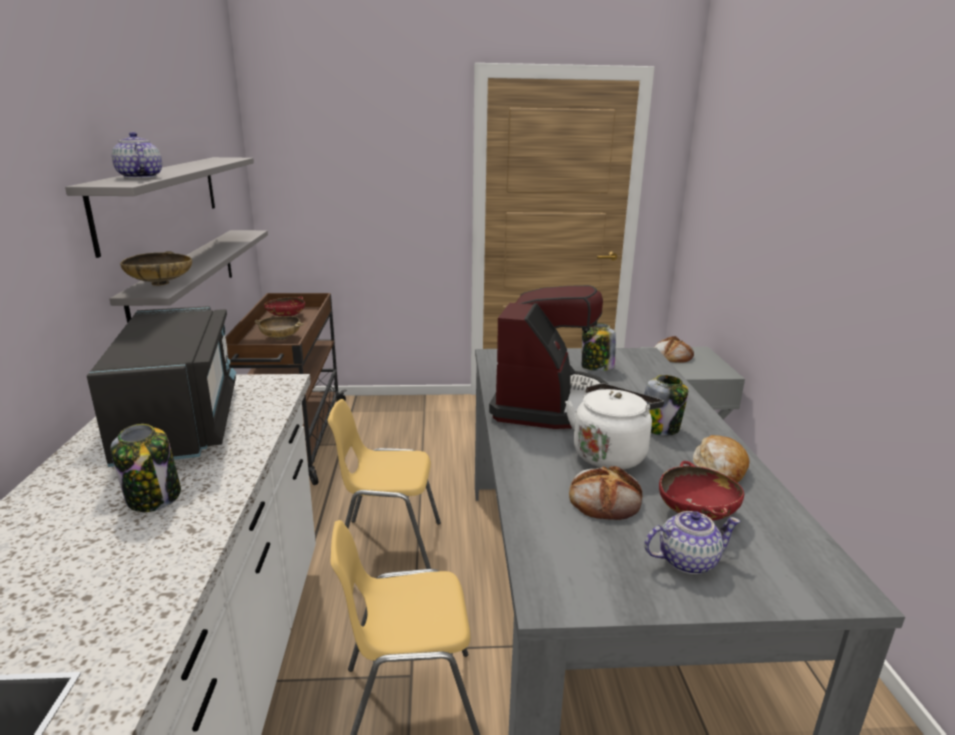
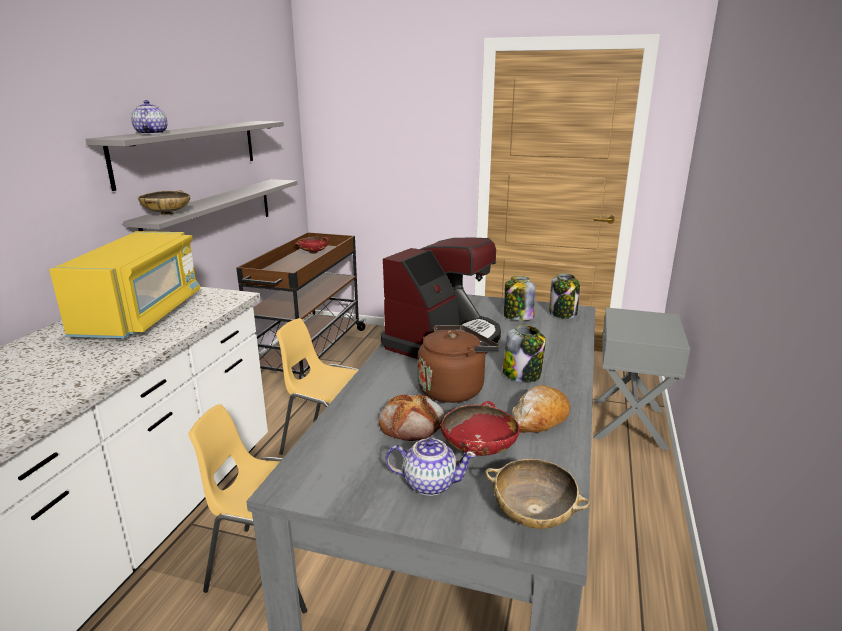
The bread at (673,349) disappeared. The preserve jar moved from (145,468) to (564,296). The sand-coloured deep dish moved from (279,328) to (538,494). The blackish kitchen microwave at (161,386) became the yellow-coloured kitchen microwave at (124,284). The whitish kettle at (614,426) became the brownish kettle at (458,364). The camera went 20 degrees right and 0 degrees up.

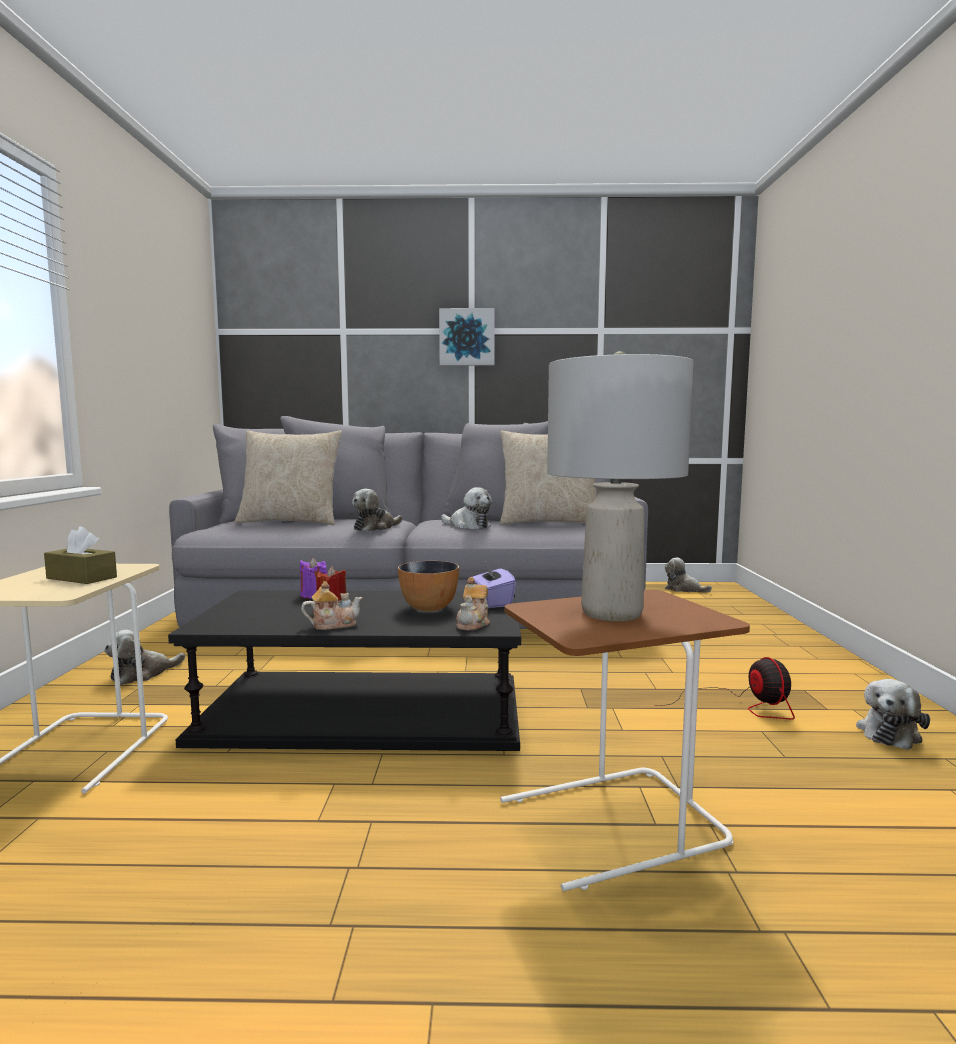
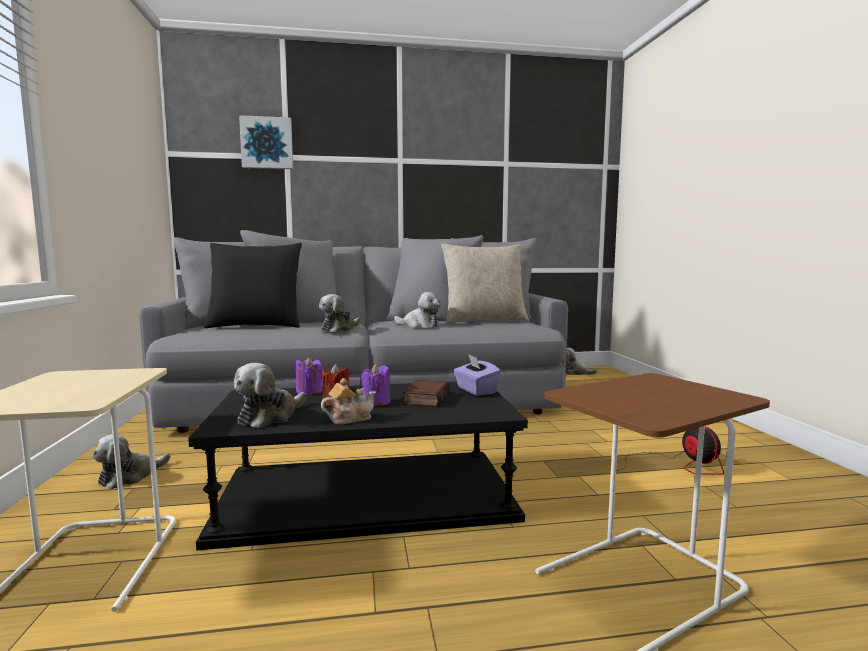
The brownish tissue box at (80,555) disappeared. The teapot at (473,604) disappeared. The grey lamp for a table at (620,486) disappeared. The purplish wax candle at (375,385) appeared. The picture moved from (467,337) to (266,142). The plush toy moved from (893,714) to (270,395). The deep dish at (428,586) was replaced by the book at (426,393). The sand-coloured pillow at (288,477) became the blackish pillow at (253,285). The camera went 10 degrees left and 0 degrees up.

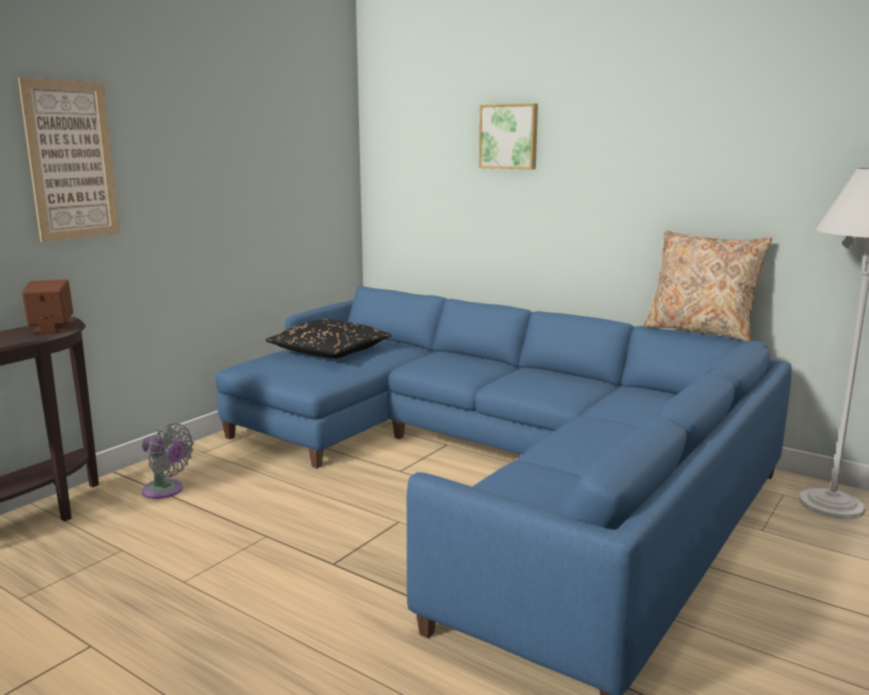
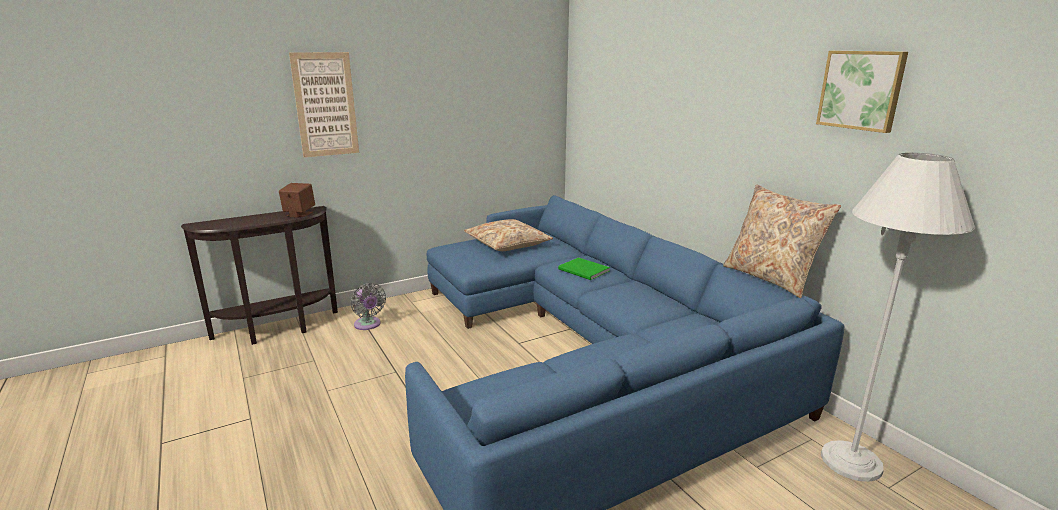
The greenish book at (584,268) appeared. The picture moved from (508,136) to (862,92). The blackish pillow at (328,338) became the sand-coloured pillow at (508,235). The camera went 25 degrees right and 5 degrees up.

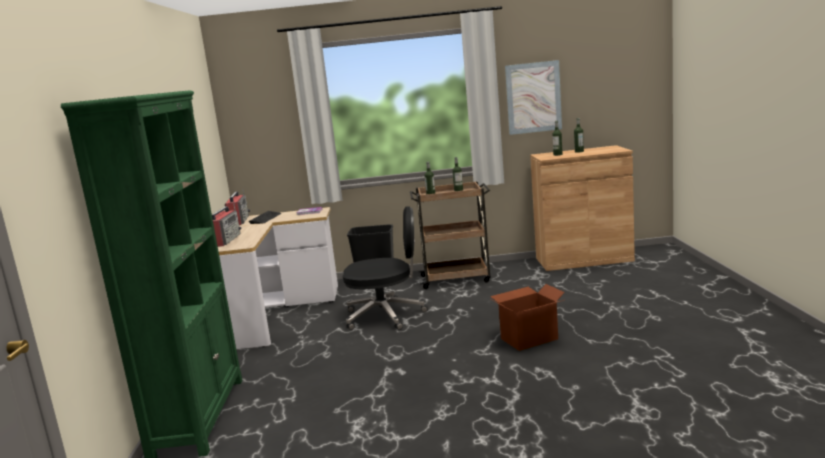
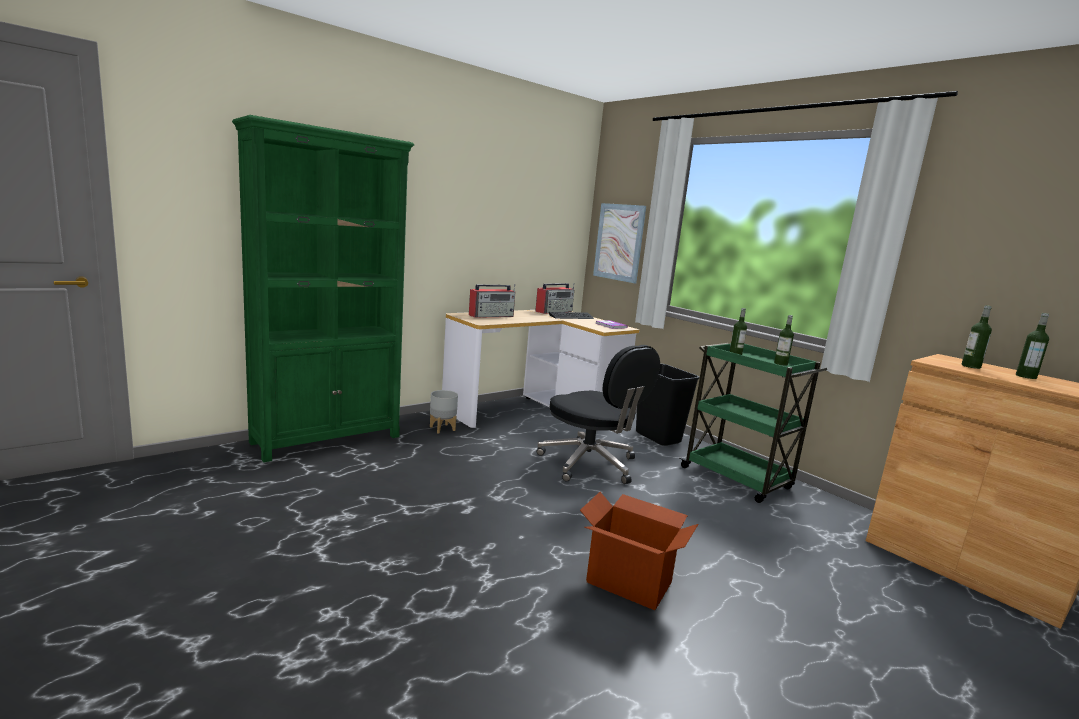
The grey flower pot at (444,412) appeared. The picture moved from (533,97) to (619,243). The brownish wheeled cart at (450,235) became the greenish wheeled cart at (753,423). The camera went 50 degrees right and 0 degrees up.

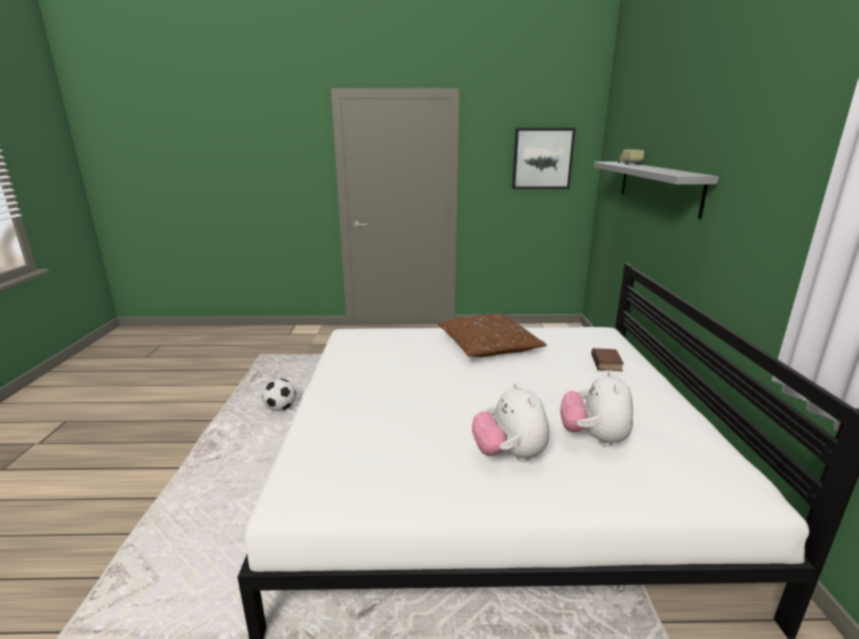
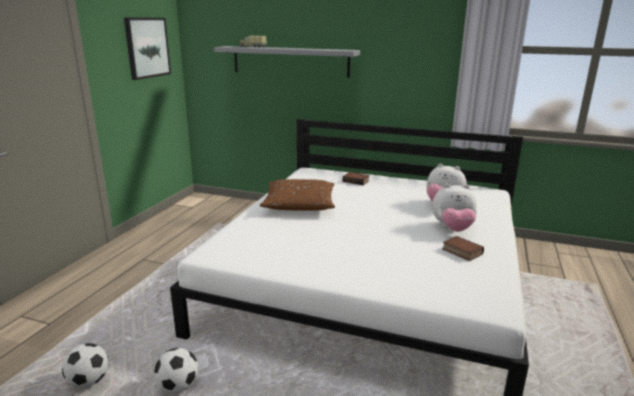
The football ball at (85,365) appeared. The book at (463,248) appeared. The camera went 70 degrees left and 0 degrees up.

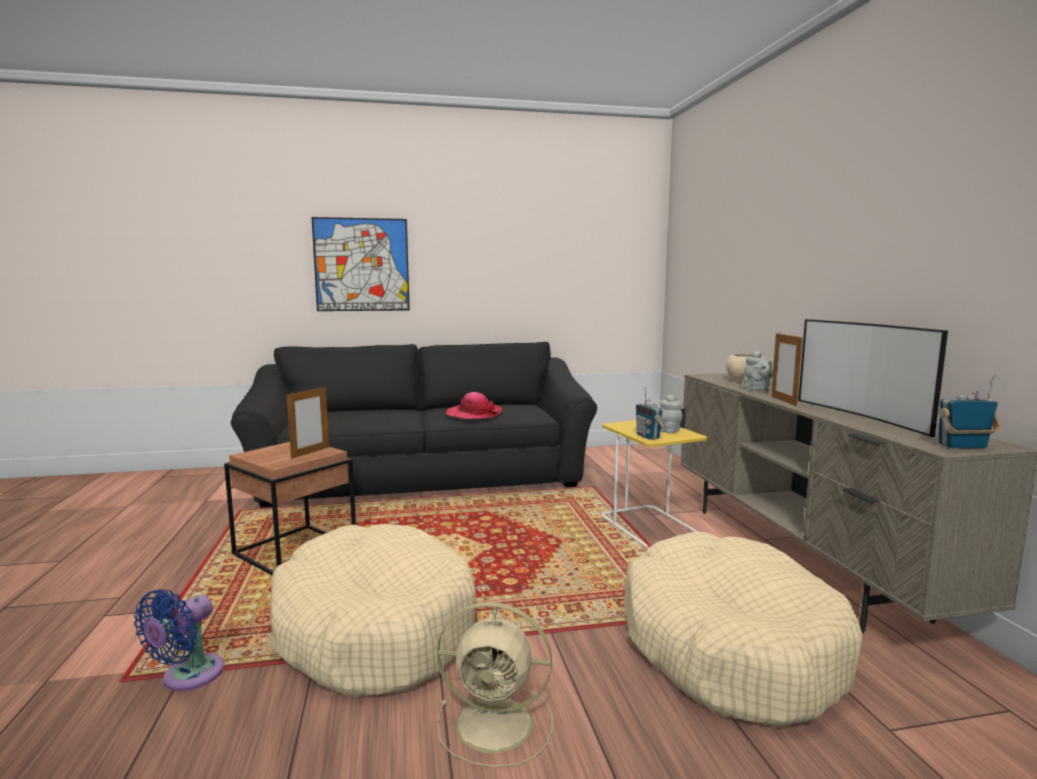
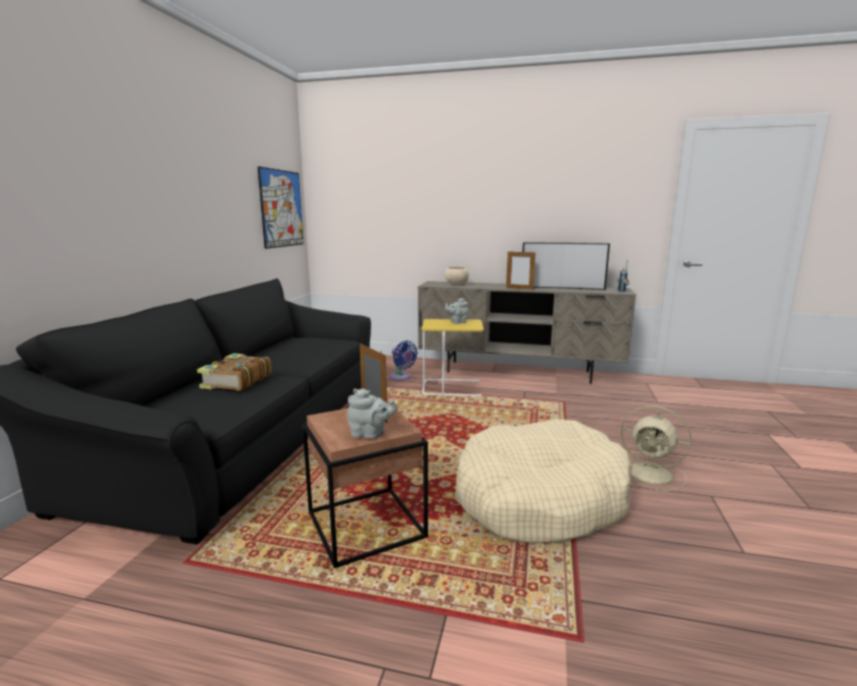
The hat at (474,405) disappeared. The sand-coloured dog bed at (743,630) disappeared. The radio receiver at (650,413) disappeared. The book at (234,372) appeared. The blue-coloured fan moved from (179,640) to (403,360). The picture moved from (361,264) to (280,207). The grey teapot moved from (758,371) to (372,414). The sand-coloured fan at (495,685) turned 90 degrees clockwise. The camera went 65 degrees left and 5 degrees up.

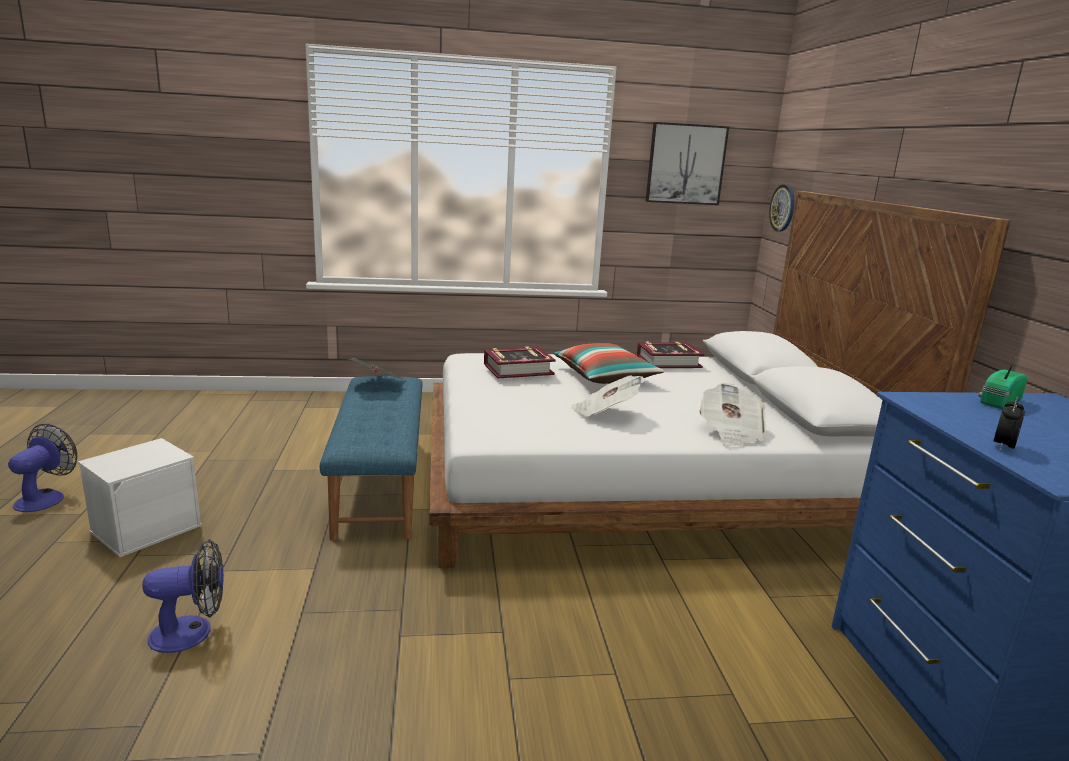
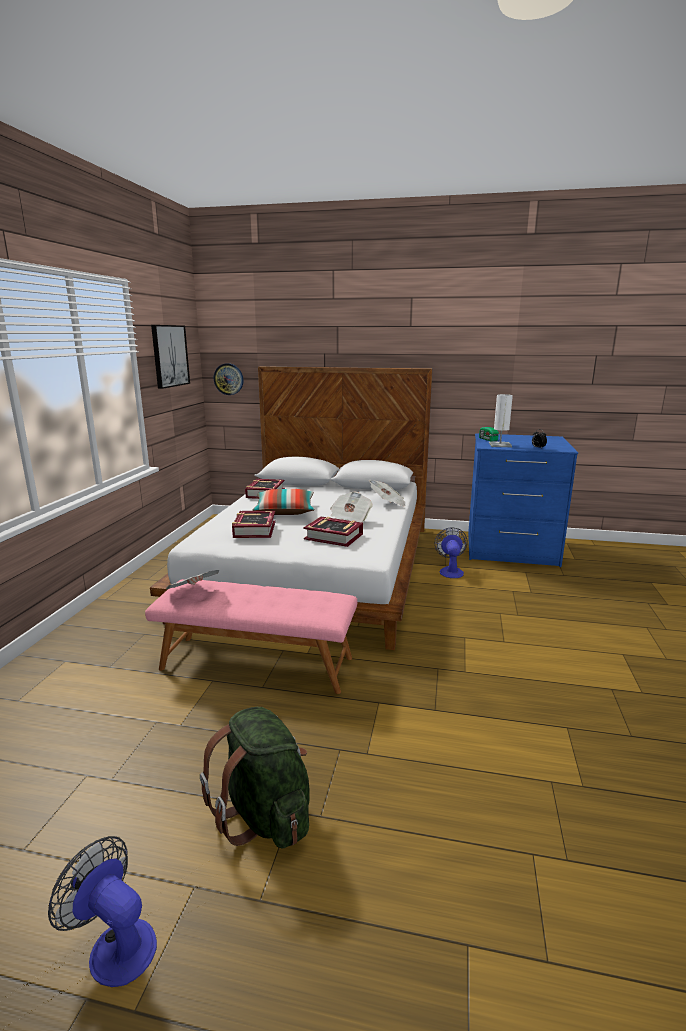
The book at (333,532) appeared. The whitish lamp for a table at (501,420) appeared. The fan moved from (183,596) to (451,552). The whitish storage bin at (140,497) was replaced by the greenish rucksack at (255,778). The blue-coloured bench at (371,458) became the pinkish bench at (251,636). The camera went 70 degrees left and 0 degrees up.

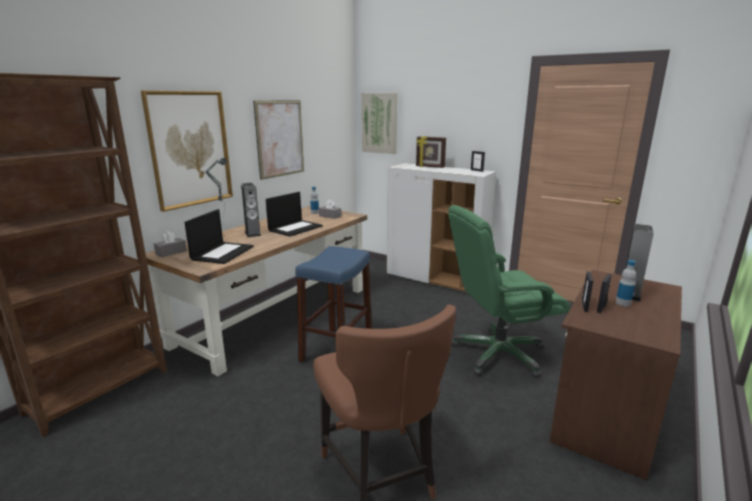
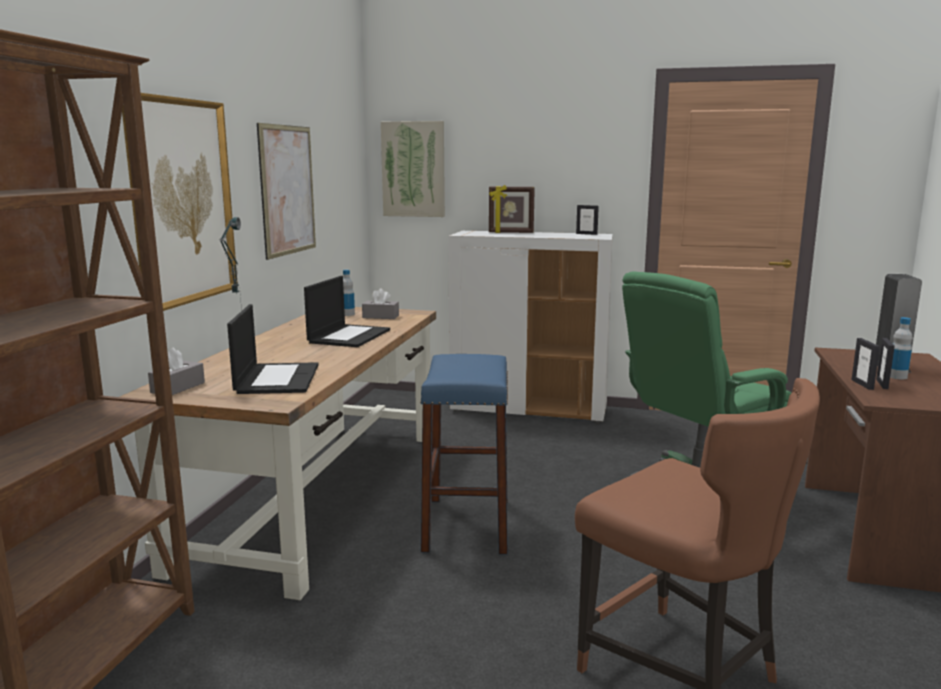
The audio speaker at (251,210) disappeared. The camera went 20 degrees left and 5 degrees down.

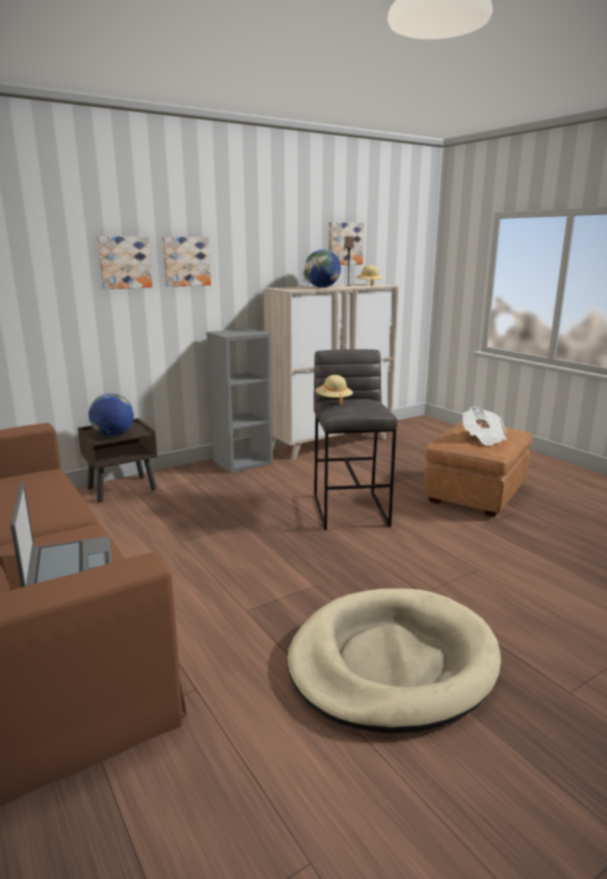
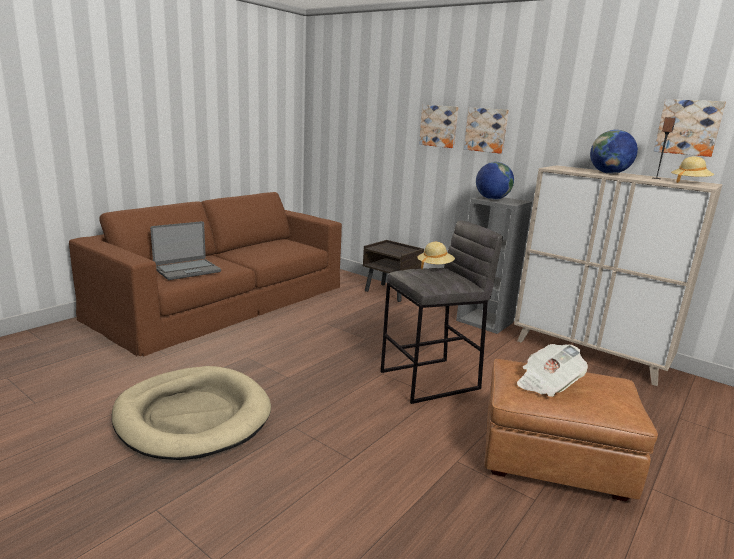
The desk globe moved from (111,414) to (495,181). The camera went 70 degrees right and 0 degrees up.

